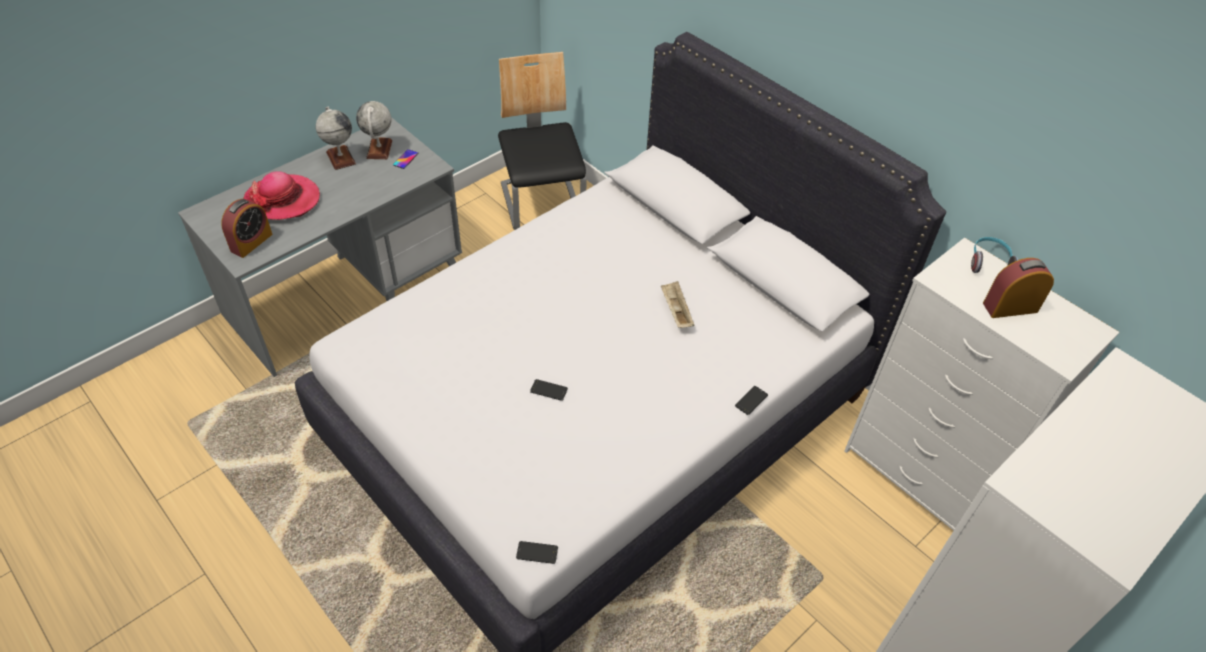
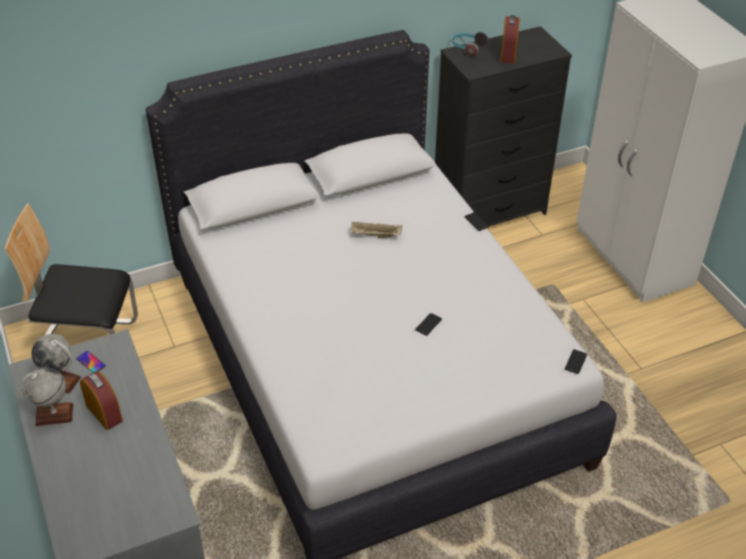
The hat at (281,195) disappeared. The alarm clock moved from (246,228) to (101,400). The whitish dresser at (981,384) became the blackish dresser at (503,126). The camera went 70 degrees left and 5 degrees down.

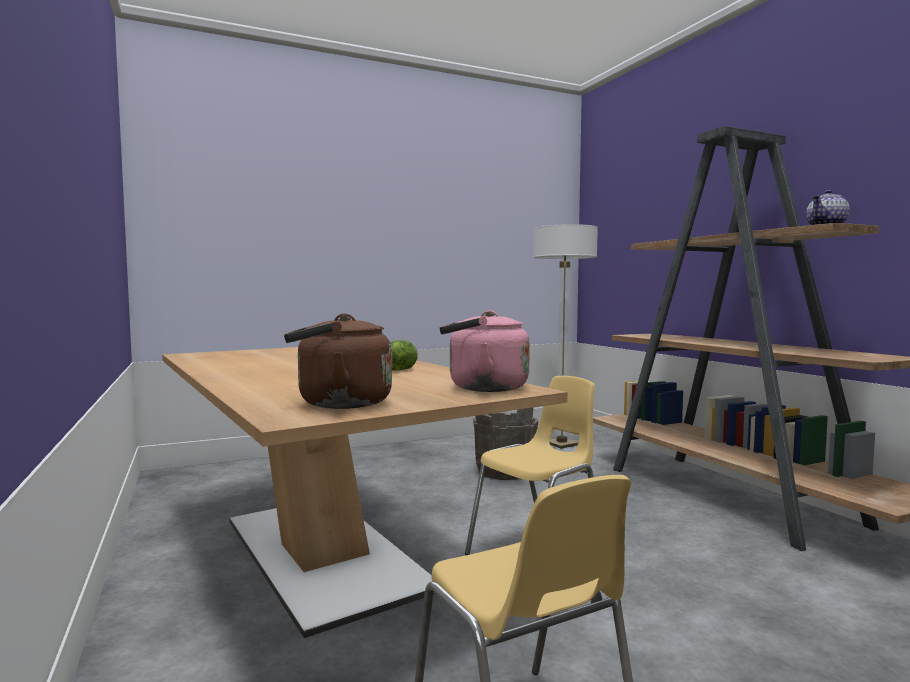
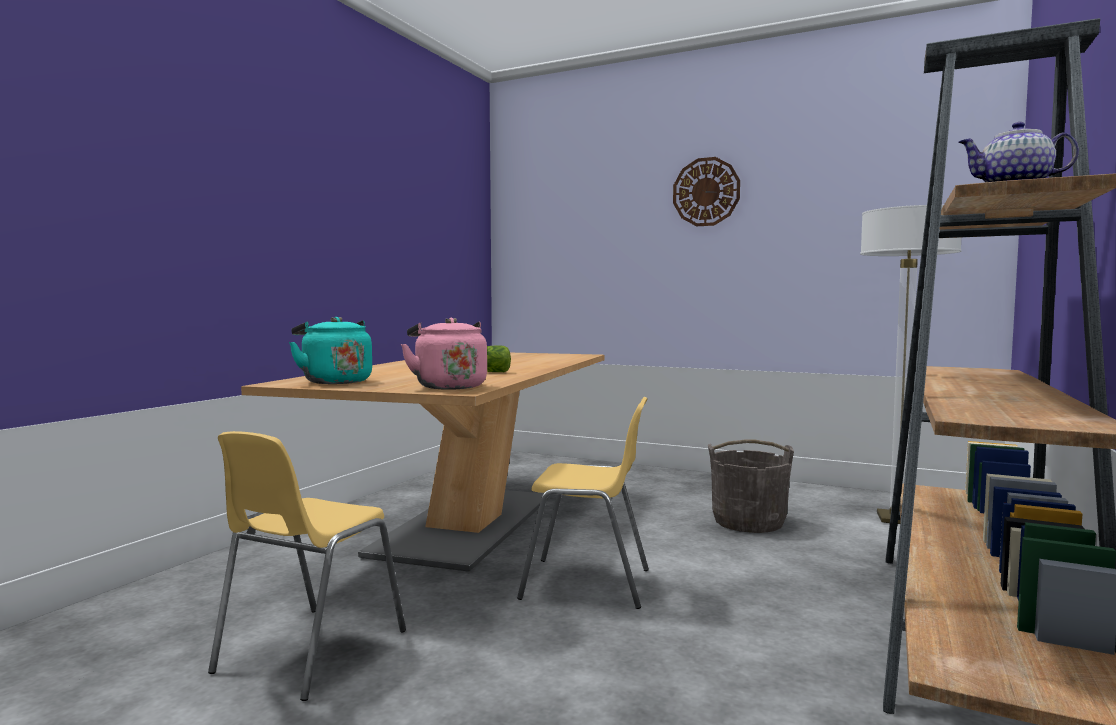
The wall clock at (706,191) appeared. The brownish kettle at (338,361) became the turquoise-coloured kettle at (330,350). The camera went 50 degrees right and 0 degrees up.

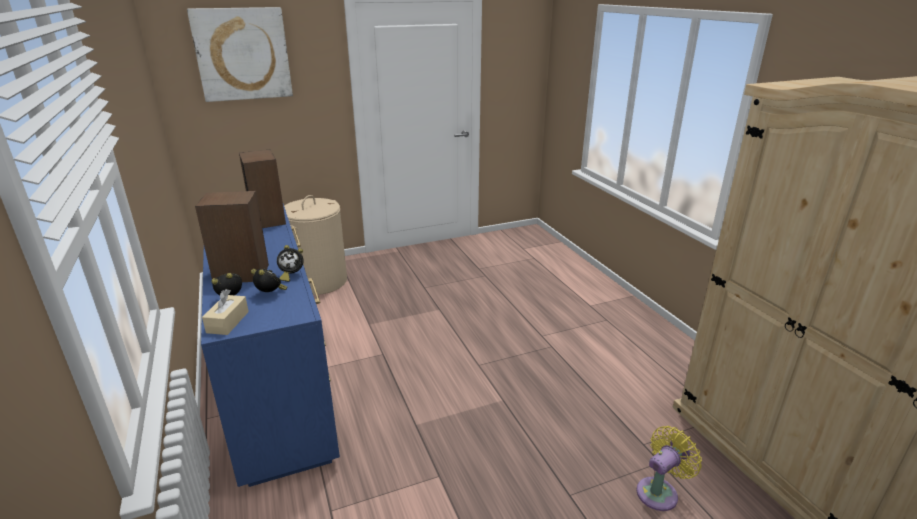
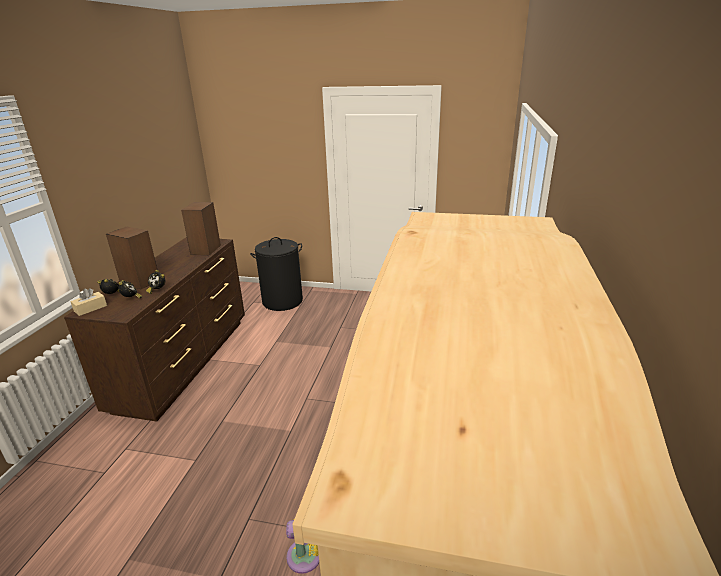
The picture at (240,54) disappeared. The blue-coloured dresser at (270,345) became the brownish dresser at (154,329). The sand-coloured hamper at (315,245) became the blackish hamper at (276,274). The camera went 35 degrees right and 0 degrees up.

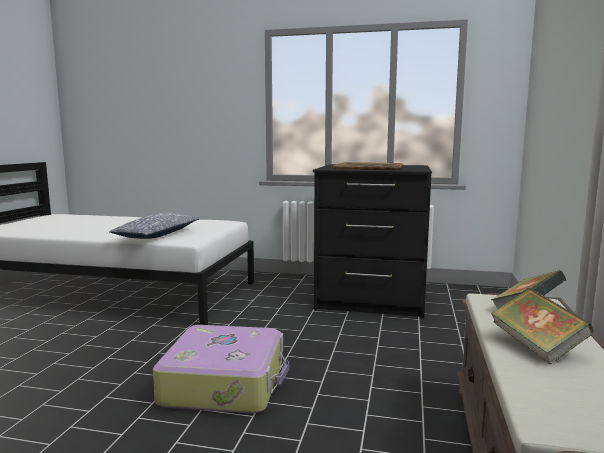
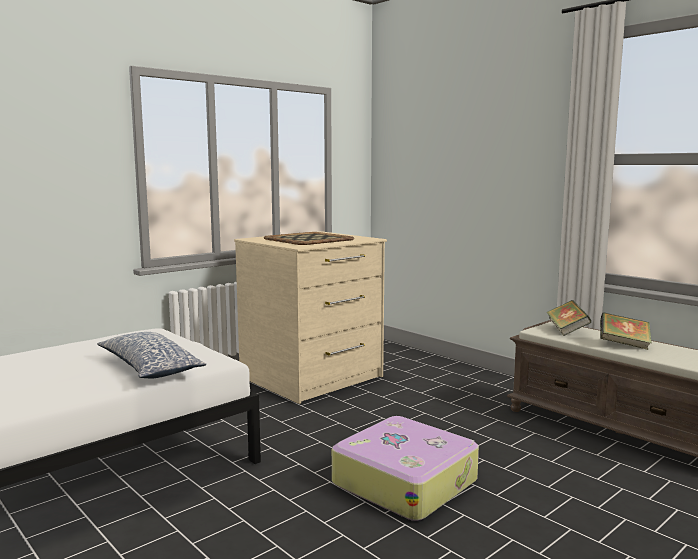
The blackish dresser at (372,241) became the sand-coloured dresser at (310,317). The camera went 55 degrees left and 0 degrees up.

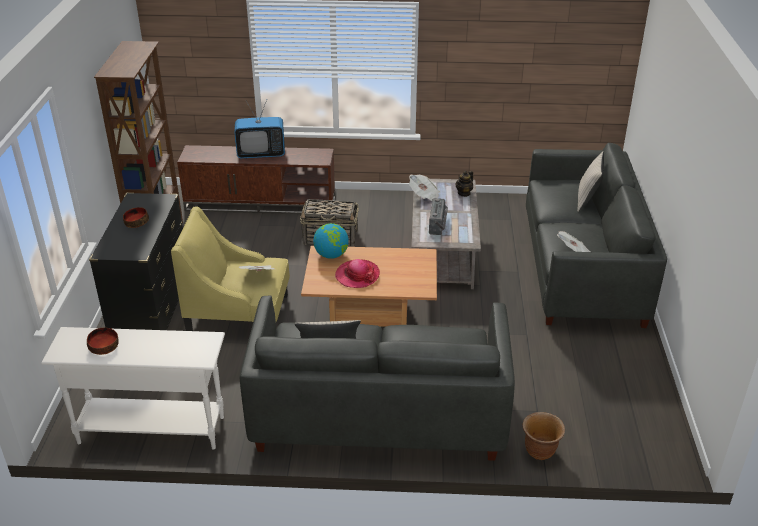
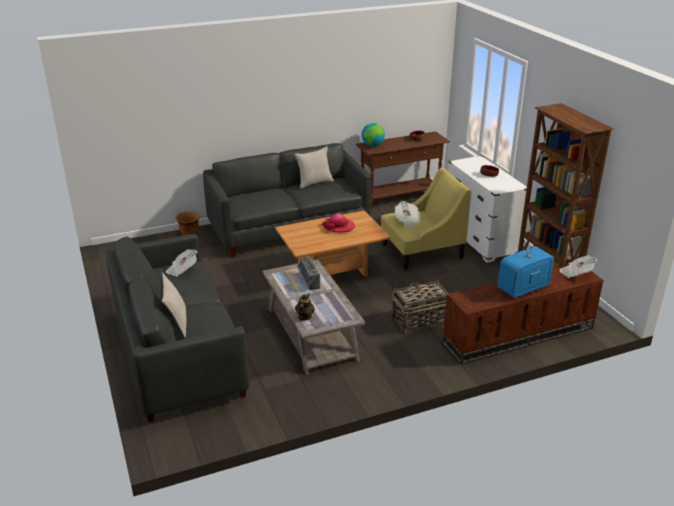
The desk globe moved from (331,241) to (373,135). The daily paper moved from (424,188) to (578,266). The whitish console table at (133,388) became the brownish console table at (403,170). The blackish dresser at (136,261) became the whitish dresser at (487,209). The camera went 155 degrees right and 5 degrees down.

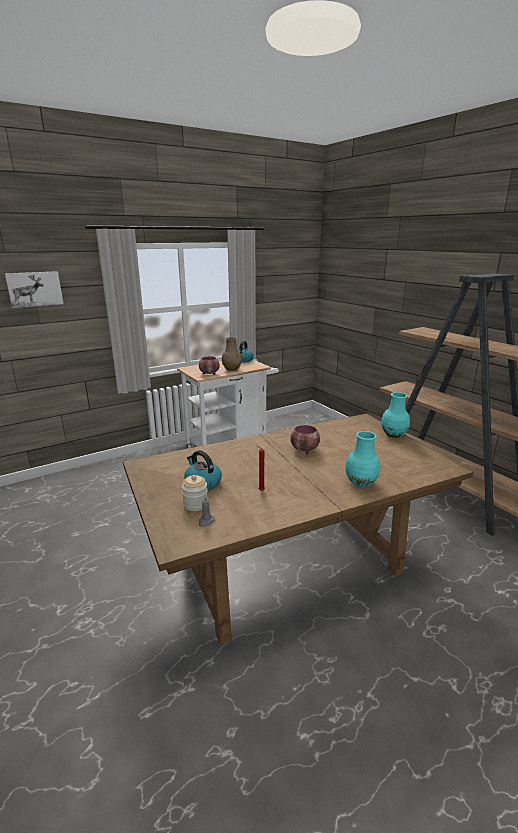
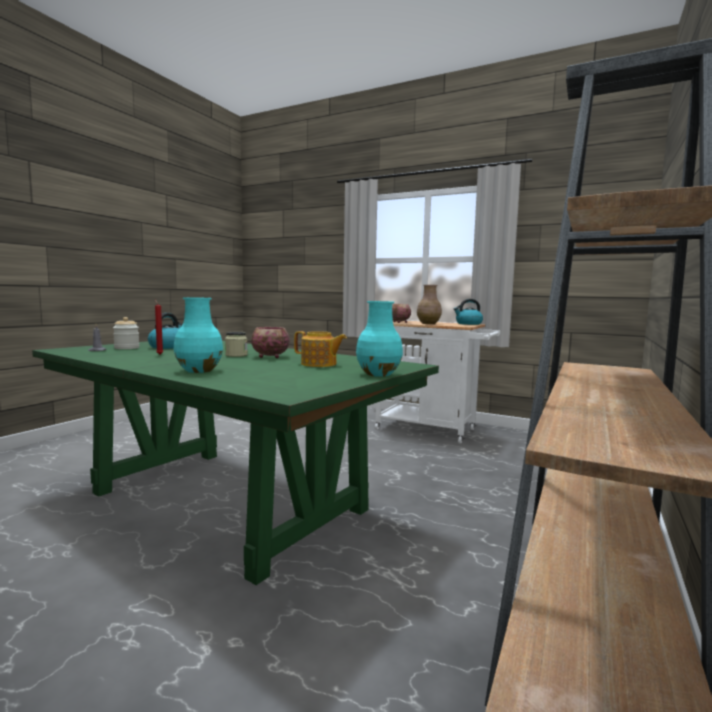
The picture at (34,289) disappeared. The preserve jar at (236,344) appeared. The teapot at (320,349) appeared. The brownish dining table at (298,528) became the greenish dining table at (235,463). The camera went 60 degrees right and 15 degrees down.

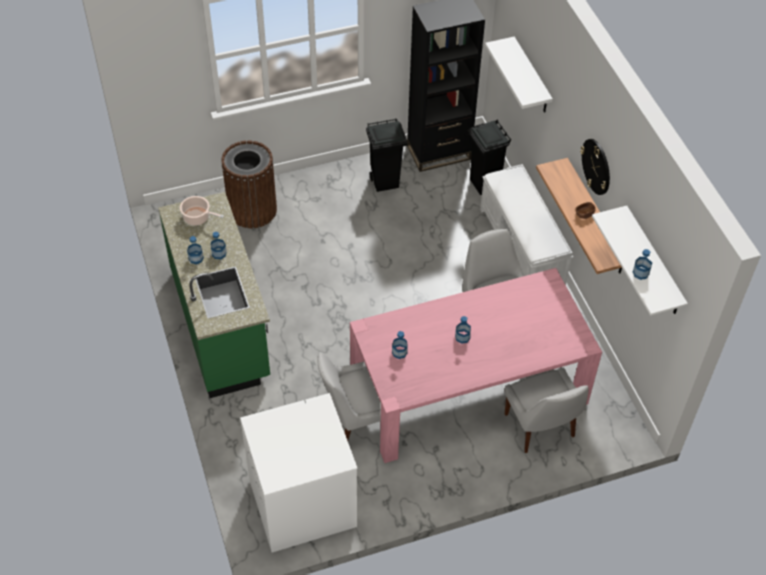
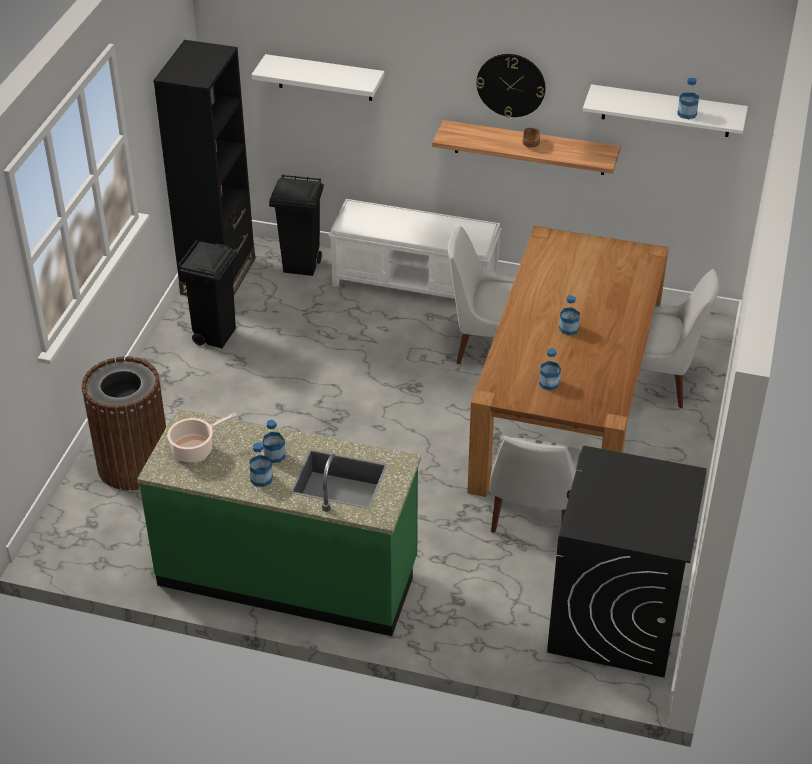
The whitish washing machine at (299,473) became the blackish washing machine at (627,562). The pinkish dining table at (476,365) became the brownish dining table at (568,361). The camera went 55 degrees left and 10 degrees down.

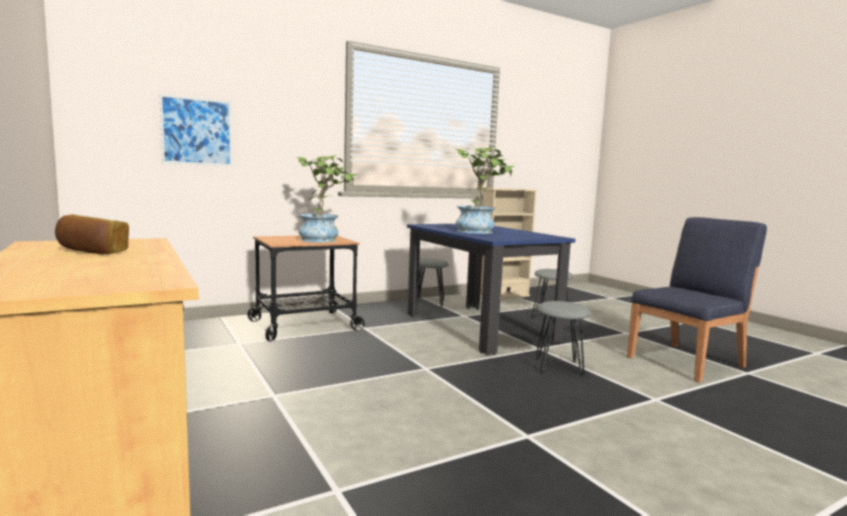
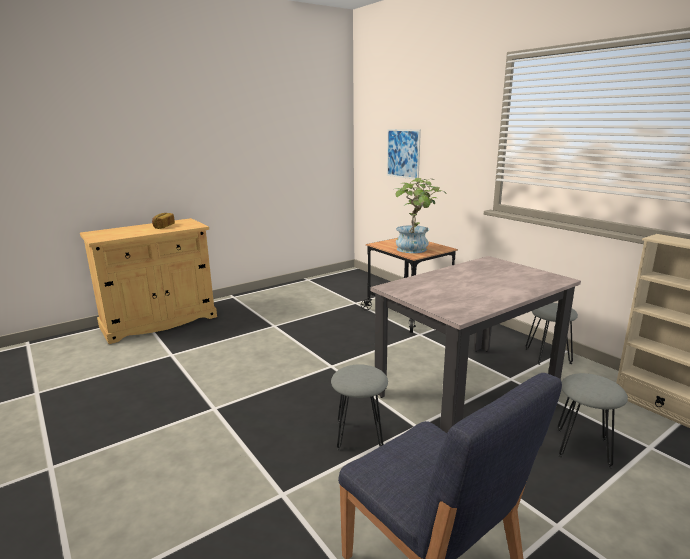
The plant in a pot at (485,190) disappeared. The blue-coloured dining table at (491,289) became the sand-coloured dining table at (475,344). The camera went 85 degrees right and 10 degrees up.

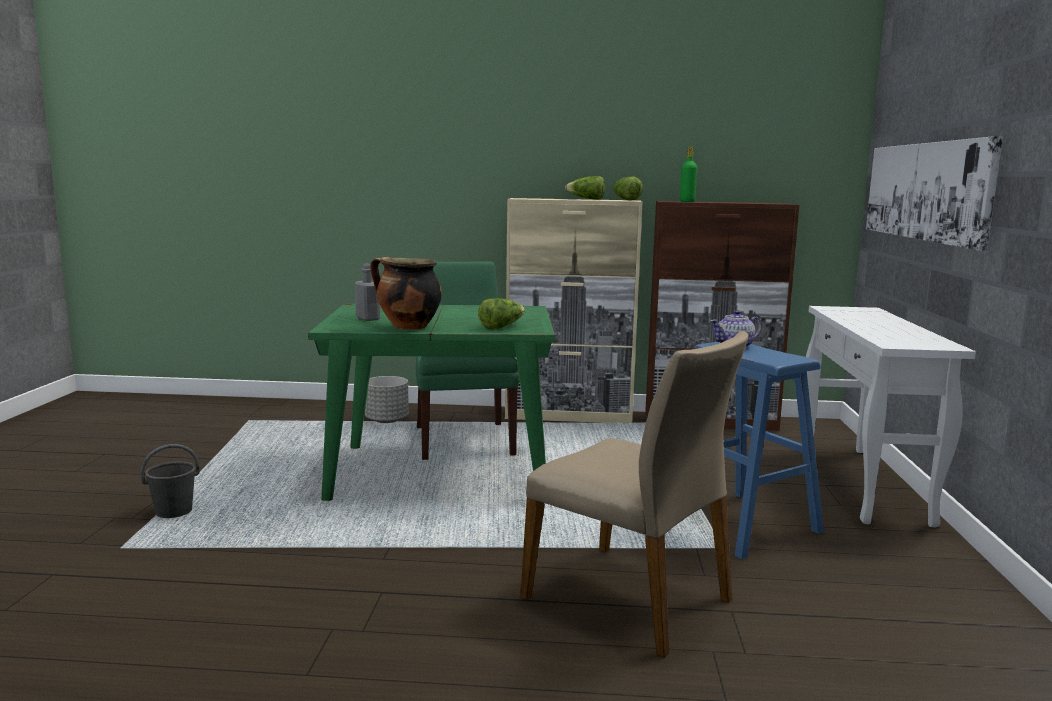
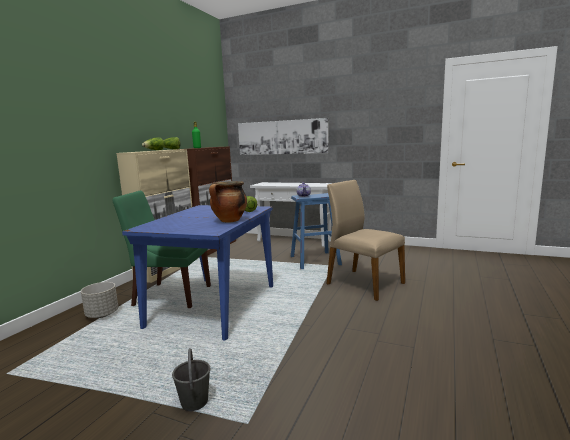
The grey drink bottle at (367,292) disappeared. The greenish dining table at (431,402) became the blue-coloured dining table at (197,273). The sand-coloured chair at (634,494) turned 105 degrees counterclockwise. The camera went 70 degrees left and 0 degrees up.

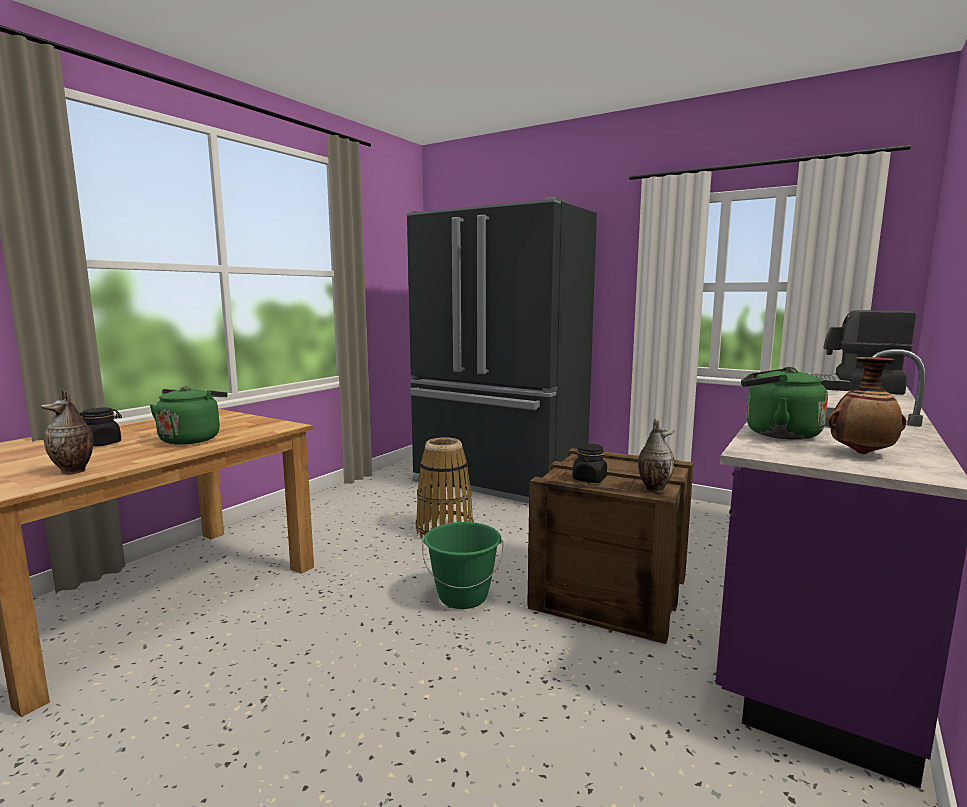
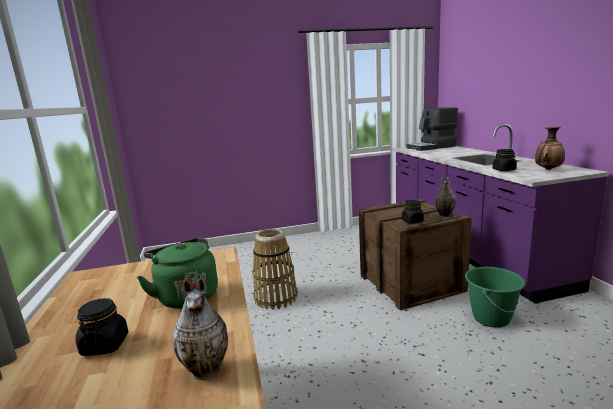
The blackish refrigerator at (501,350) disappeared. The greenish pail moved from (462,565) to (495,297). The greenish kettle at (784,403) was replaced by the blackish preserve jar at (504,160). The camera went 45 degrees left and 5 degrees up.

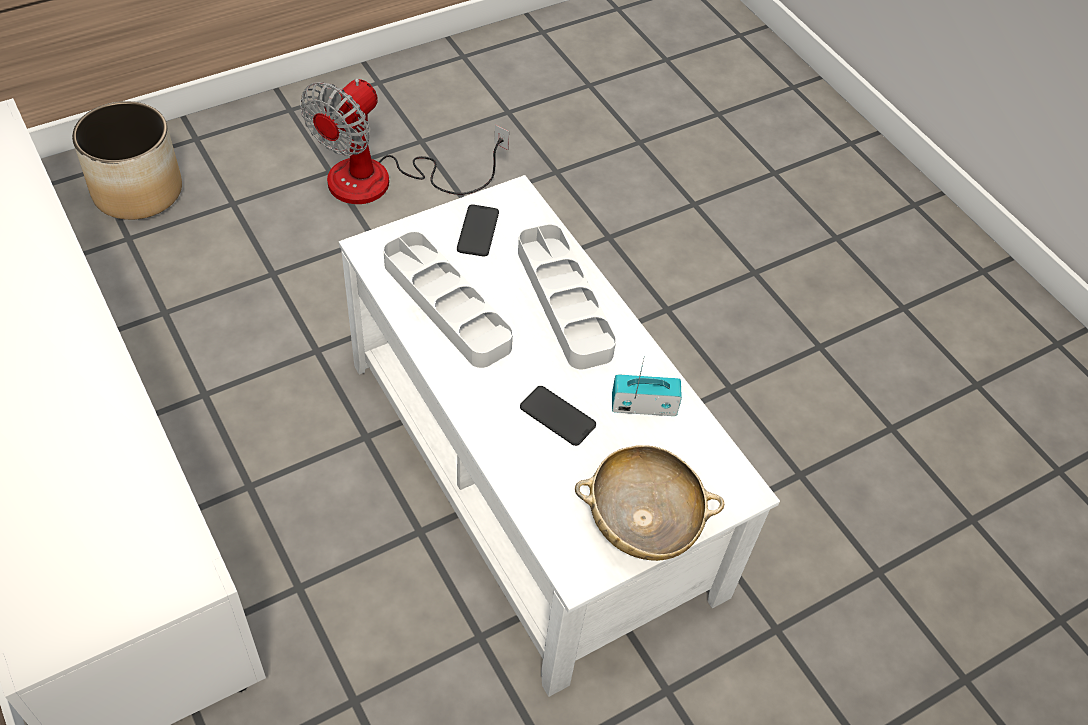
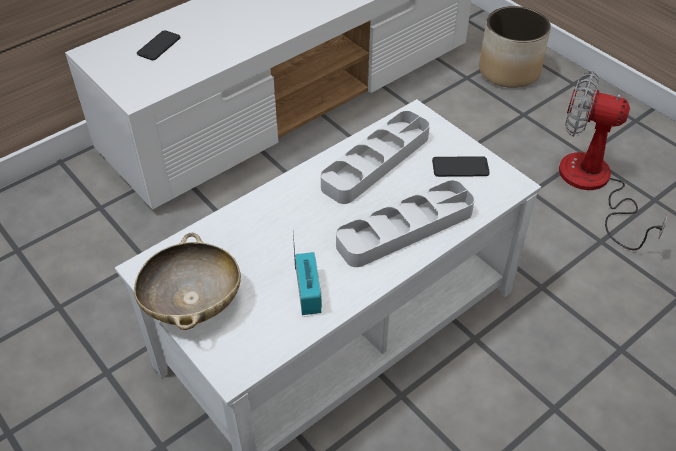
The phone moved from (558,416) to (158,45). The camera went 85 degrees right and 5 degrees down.

